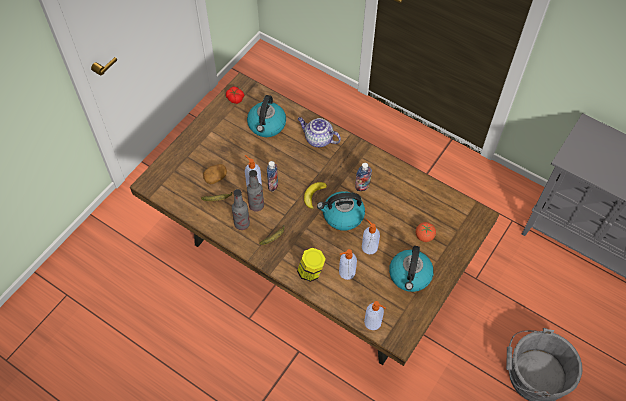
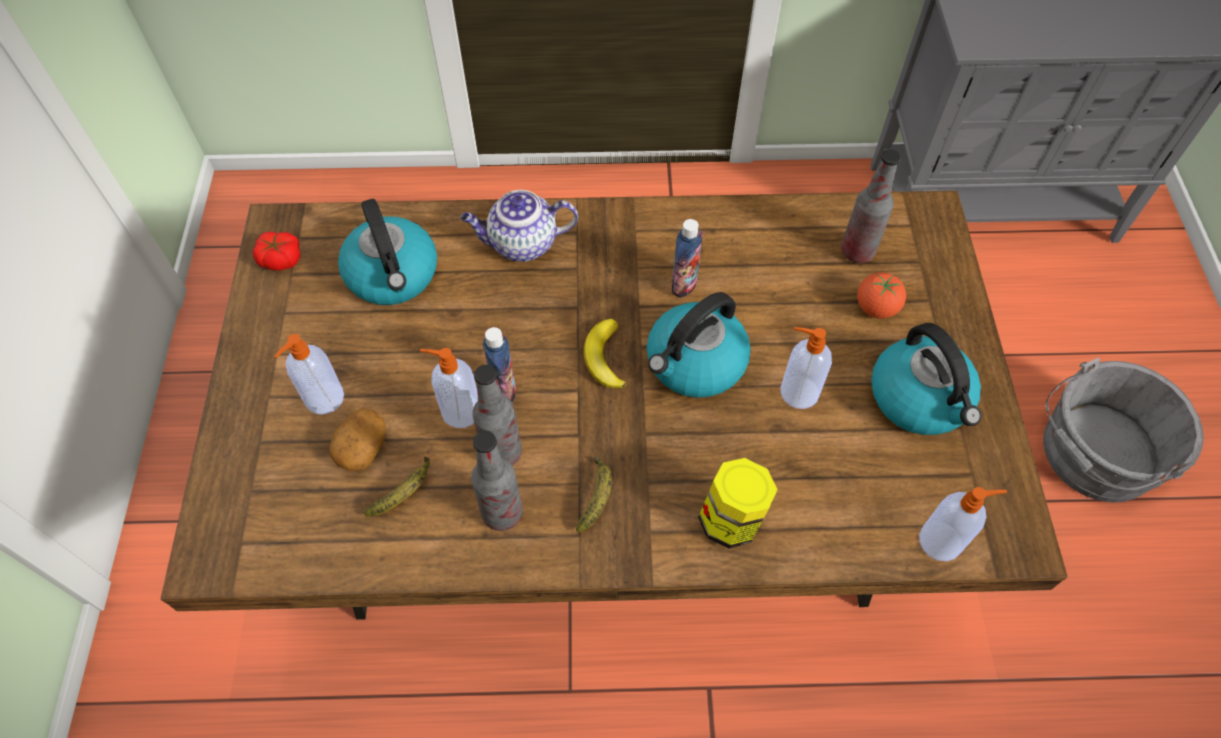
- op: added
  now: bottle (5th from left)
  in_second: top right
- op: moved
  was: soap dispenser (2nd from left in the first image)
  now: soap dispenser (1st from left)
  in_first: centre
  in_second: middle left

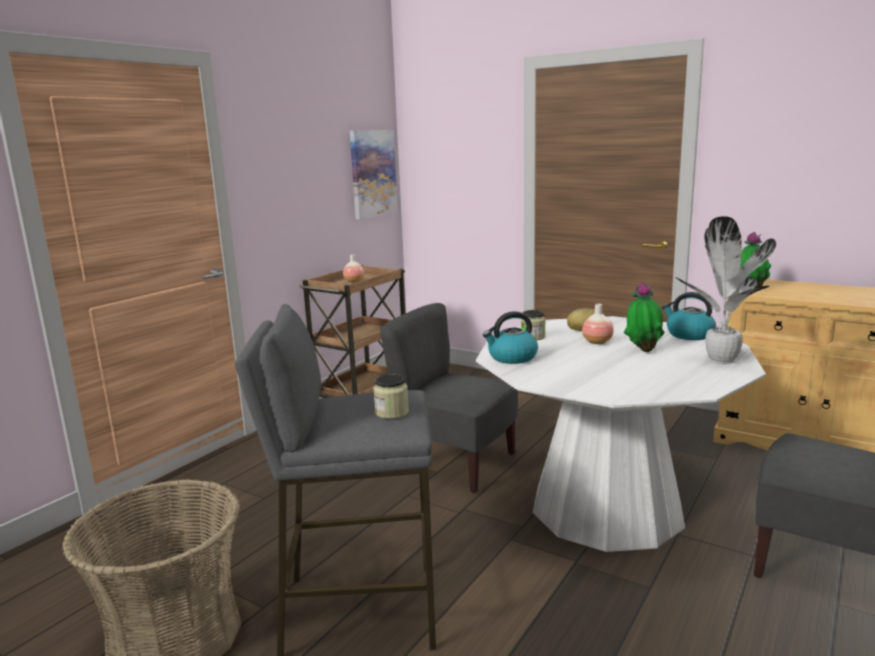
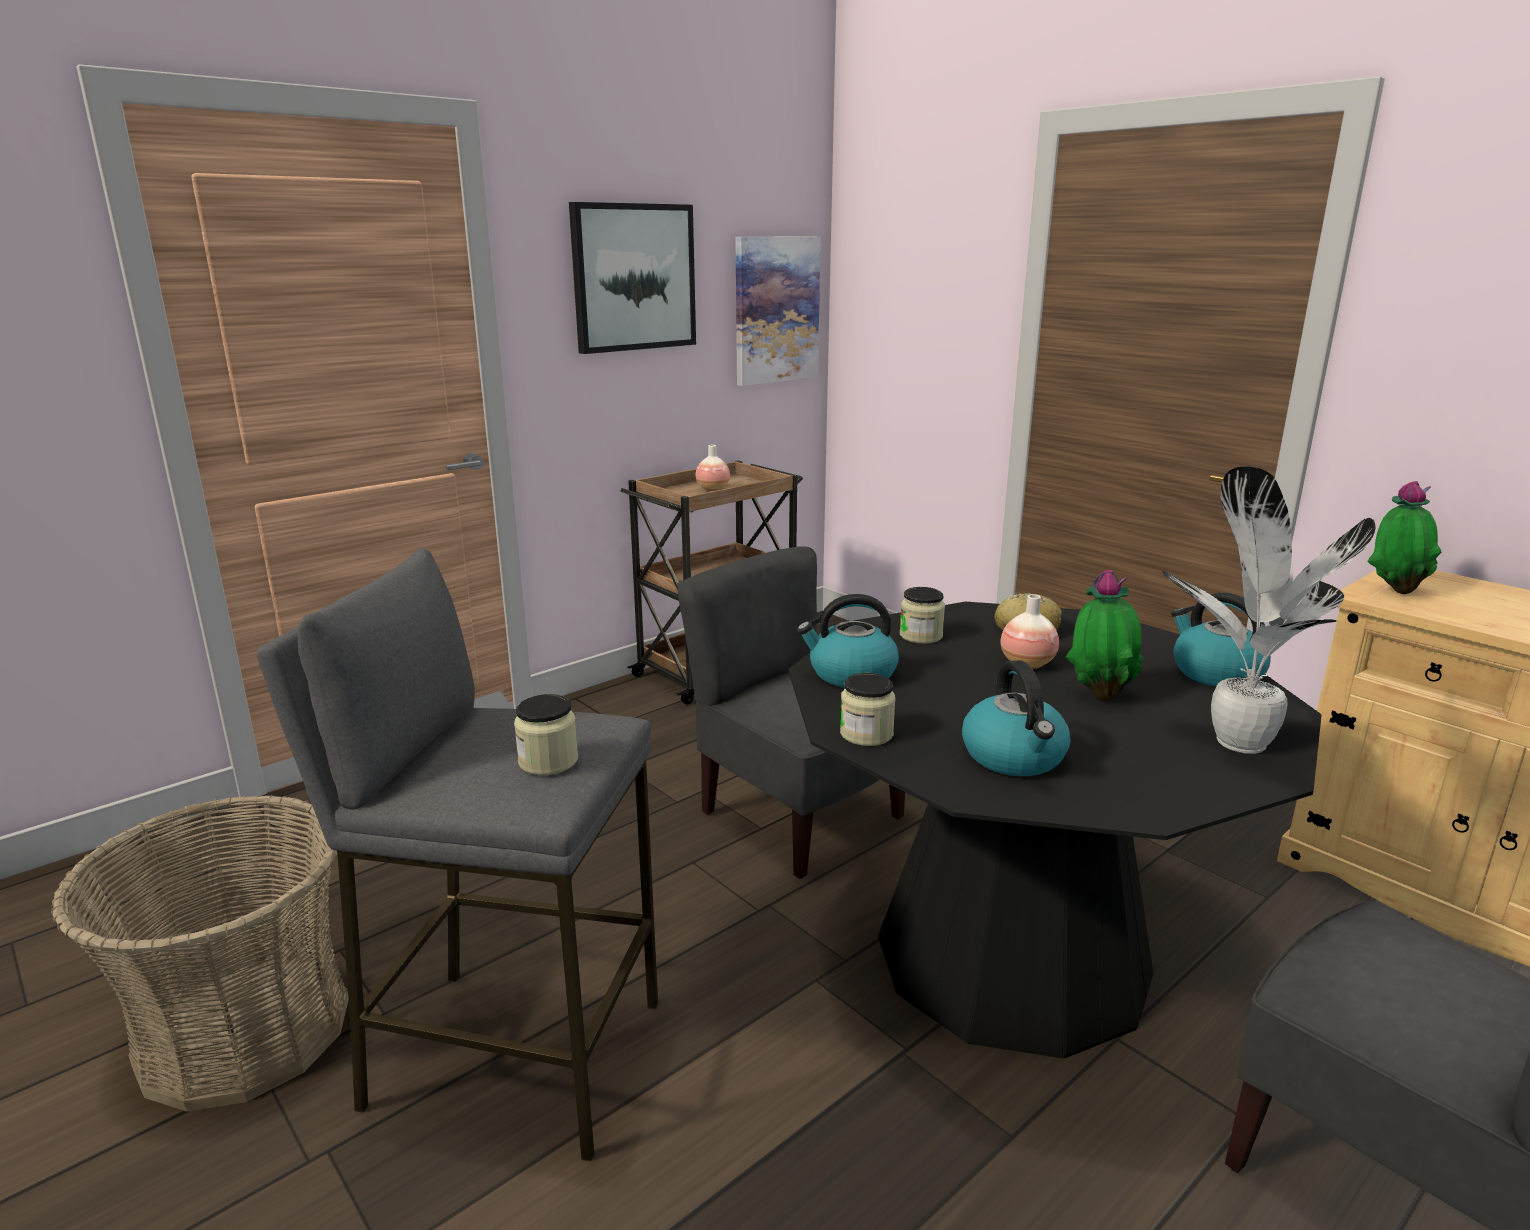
- op: added
  now: picture (1st from left)
  in_second: top centre
- op: added
  now: jar (2nd from left)
  in_second: centre
- op: added
  now: kettle (2nd from left)
  in_second: centre
- op: recoloured
  was: white dining table
  now: black dining table
  in_first: middle right
  in_second: bottom right

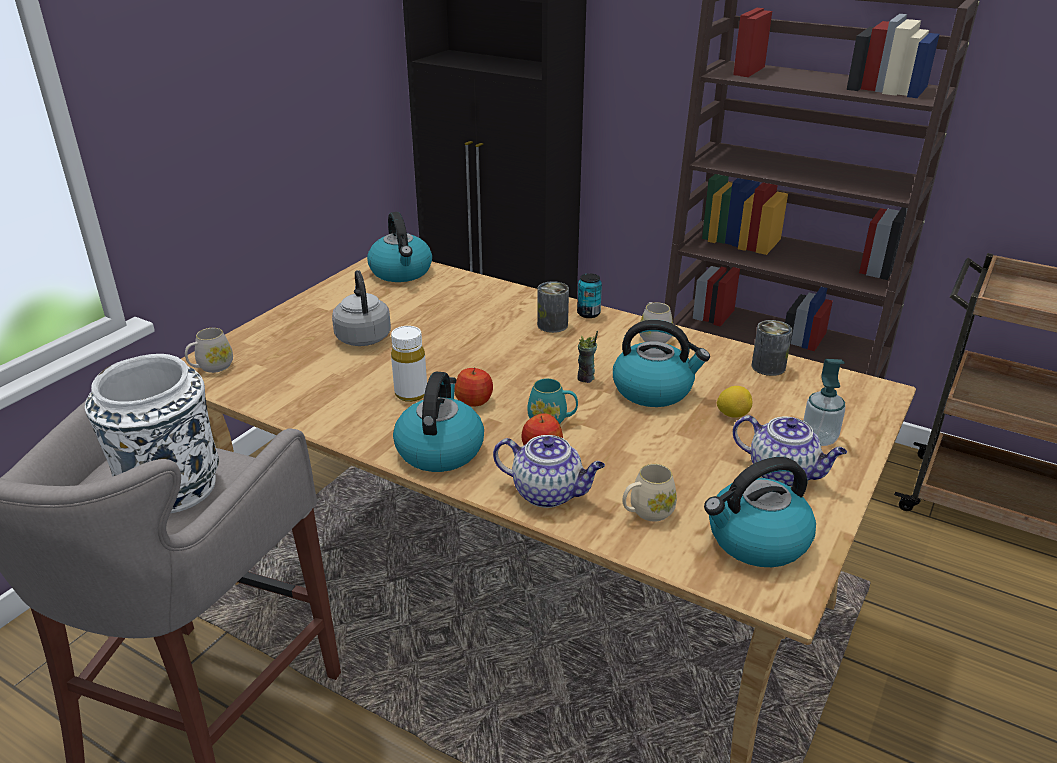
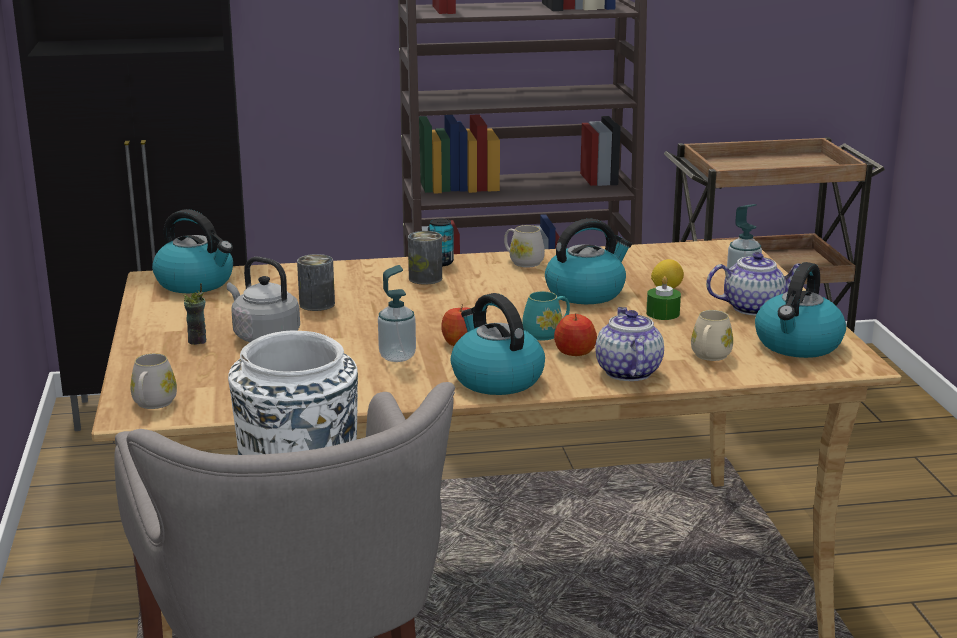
- op: added
  now: green candle
  in_second: middle right
- op: moved
  was: cup
  in_first: centre
  in_second: middle left
- op: moved
  was: can (3rd from left in the first image)
  now: can (1st from left)
  in_first: middle right
  in_second: middle left
- op: replaced
  was: white bottle
  now: soap dispenser (1st from left)
  in_first: centre
  in_second: centre
- op: turned
  was: teapot (1st from left)
  in_first: centre
  in_second: centre
  clockwise: -75

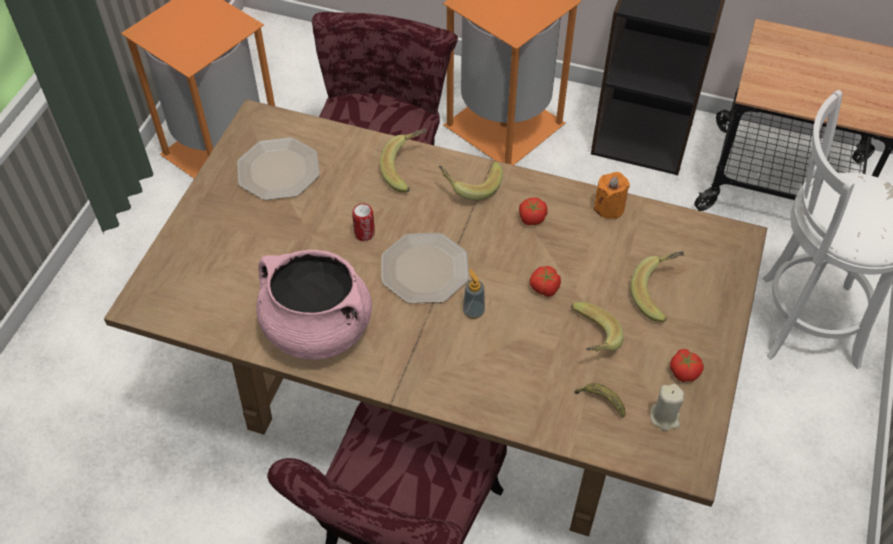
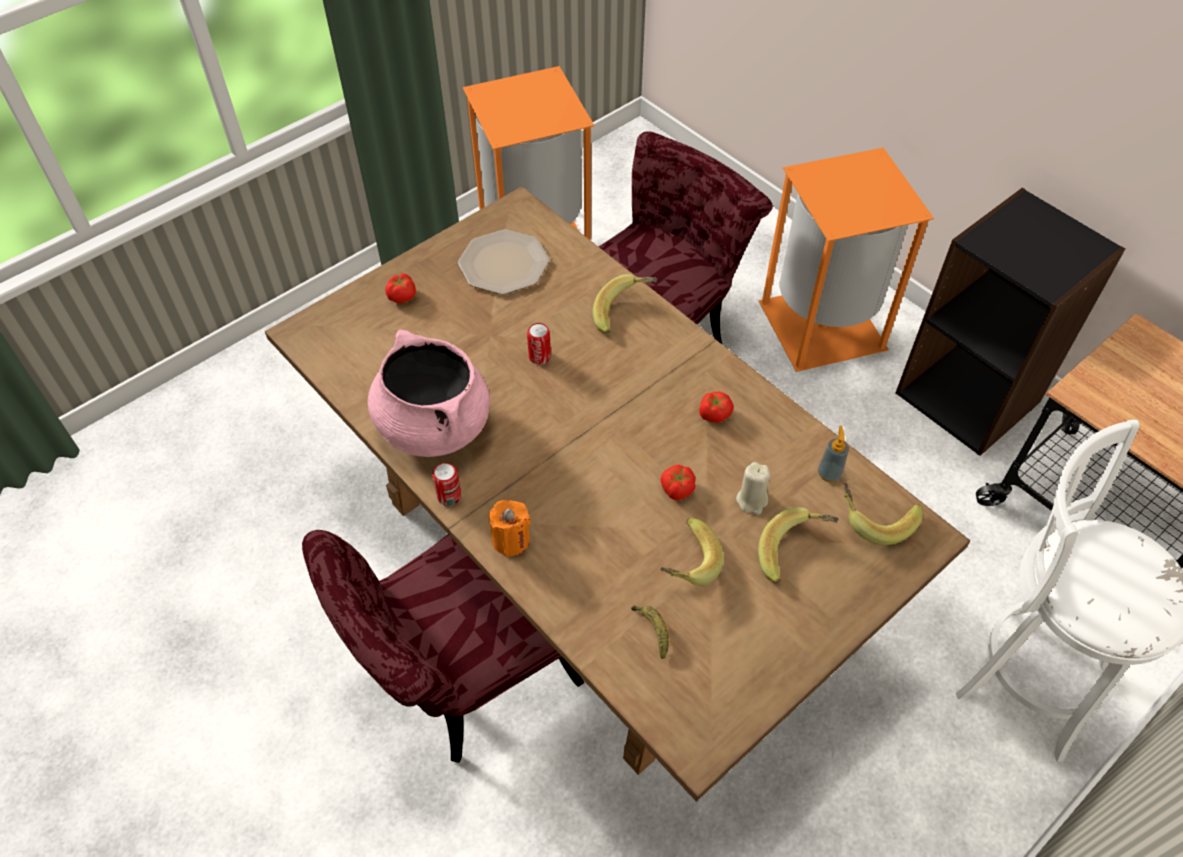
- op: removed
  was: plate (2nd from left)
  in_first: centre
- op: added
  now: can (1st from left)
  in_second: centre
- op: moved
  was: banana (2nd from left in the first image)
  now: banana (5th from left)
  in_first: top centre
  in_second: middle right
- op: moved
  was: soap dispenser
  in_first: centre
  in_second: middle right
- op: moved
  was: orange candle
  in_first: middle right
  in_second: centre
- op: moved
  was: beige candle
  in_first: bottom right
  in_second: centre
- op: moved
  was: tomato (3rd from left in the first image)
  now: tomato (1st from left)
  in_first: bottom right
  in_second: centre

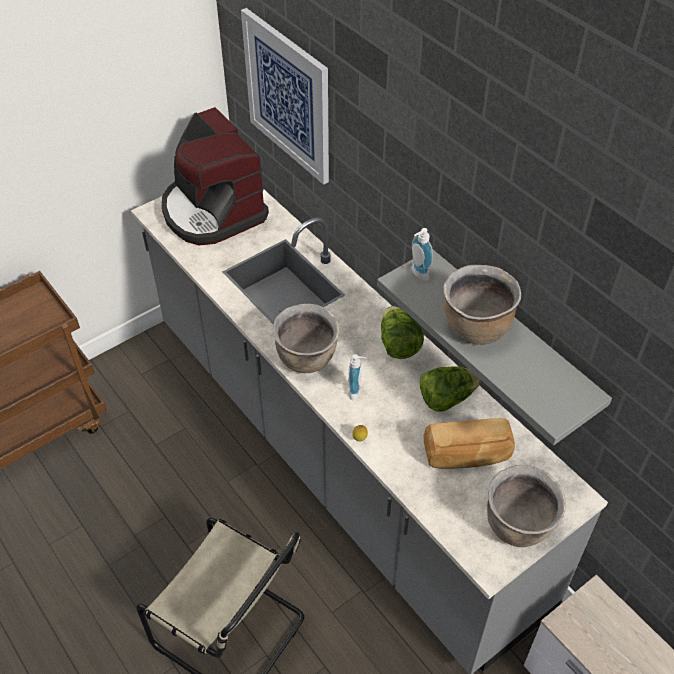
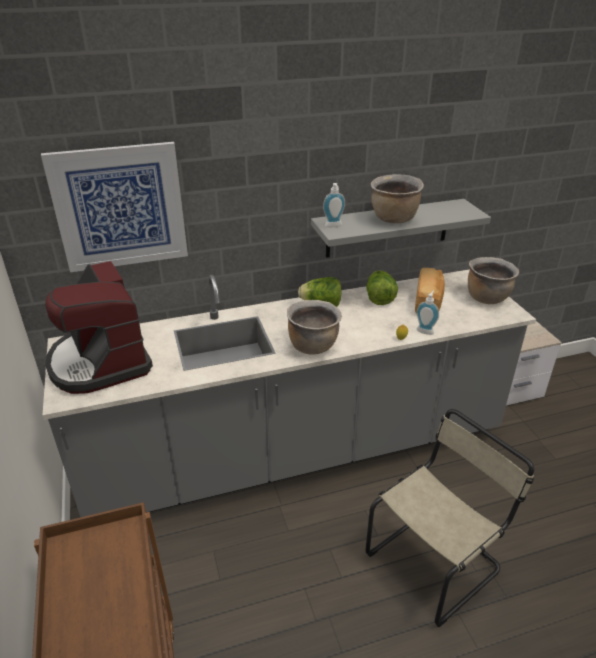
- op: moved
  was: soap dispenser (1st from left in the first image)
  now: soap dispenser (2nd from left)
  in_first: centre
  in_second: middle right
- op: turned
  was: coffee machine
  in_first: top left
  in_second: middle left
  clockwise: 75

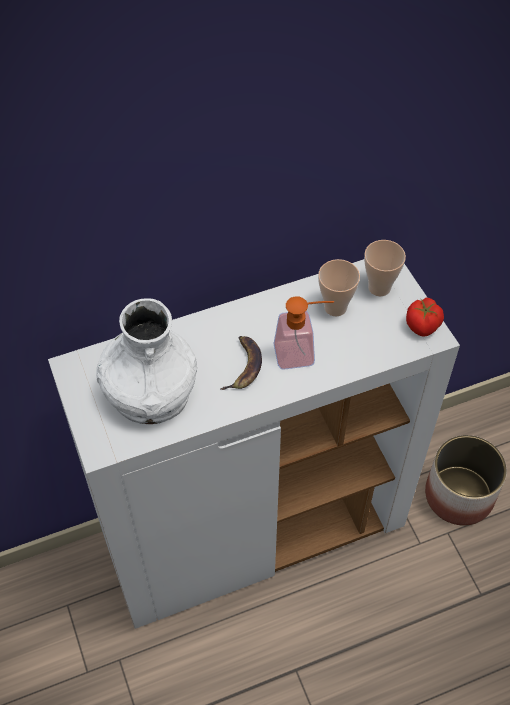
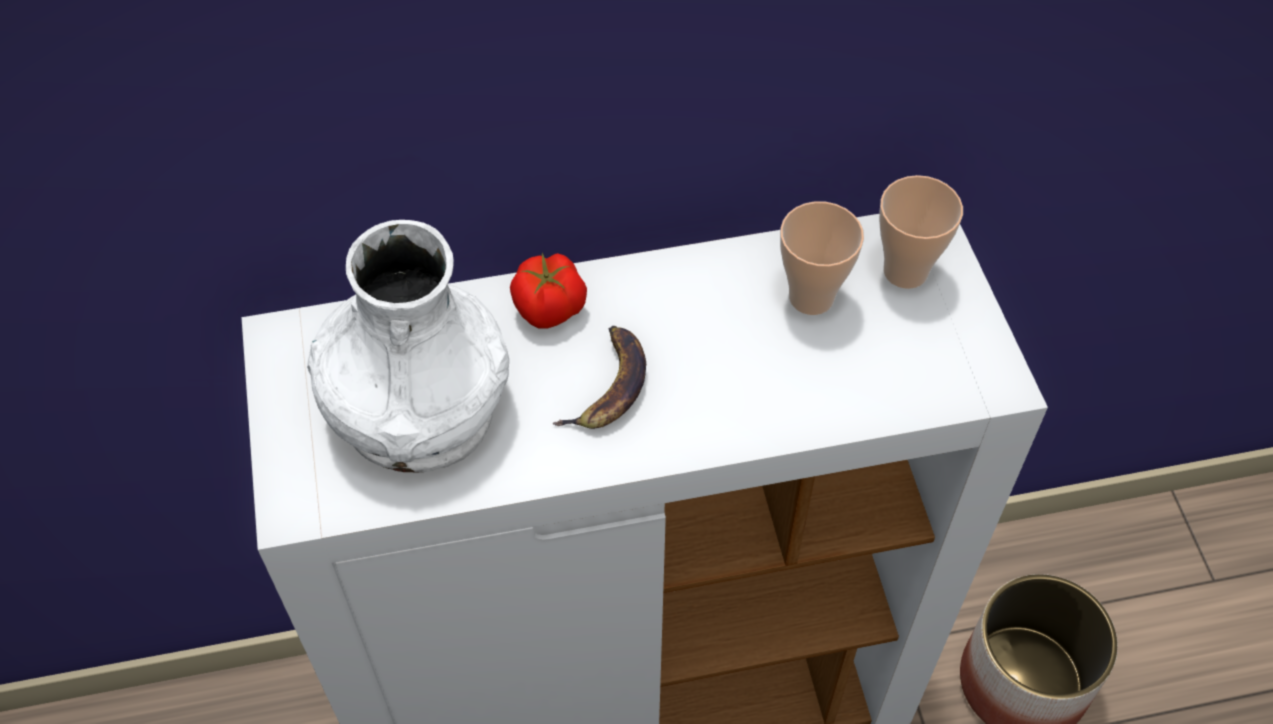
- op: removed
  was: soap dispenser
  in_first: centre
- op: moved
  was: tomato
  in_first: middle right
  in_second: centre

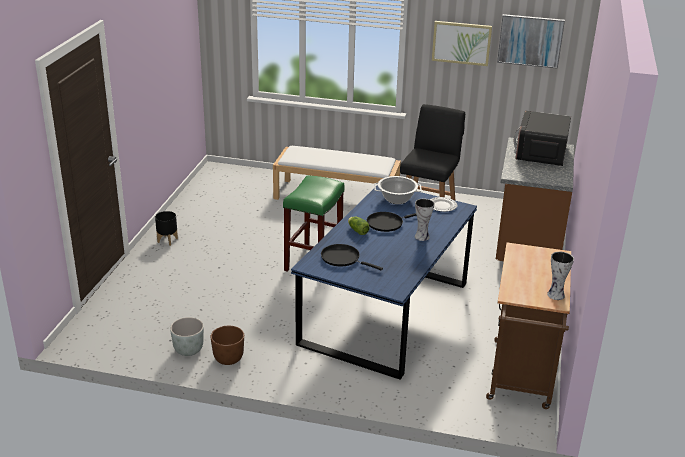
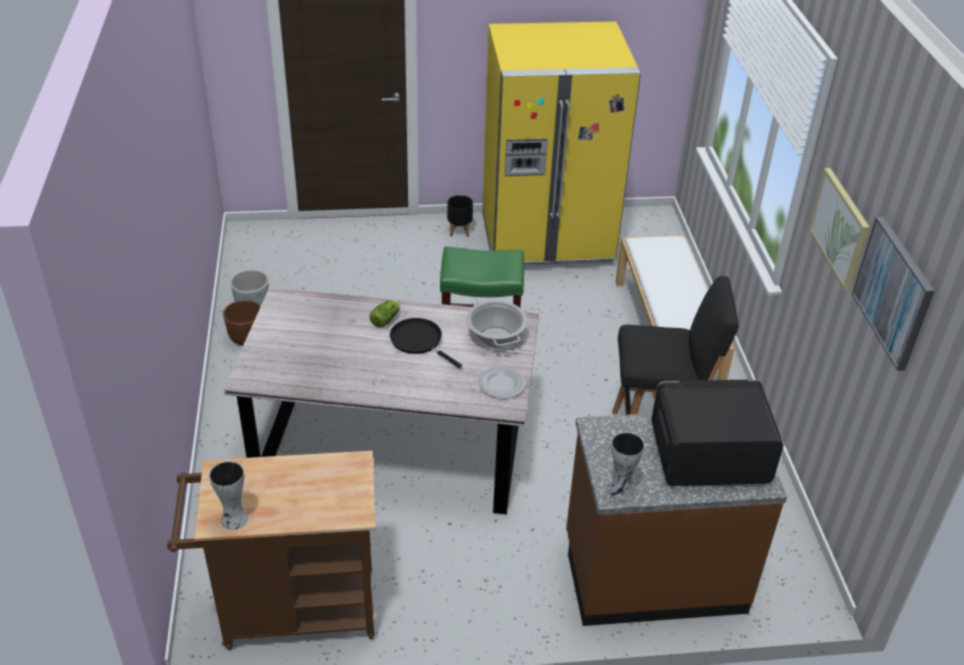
- op: removed
  was: black frying pan (1st from left)
  in_first: centre
- op: added
  now: yellow fridge
  in_second: top centre
- op: moved
  was: vase (1st from left in the first image)
  now: vase (2nd from left)
  in_first: centre
  in_second: bottom centre
- op: recoloured
  was: blue dining table
  now: grey dining table
  in_first: centre
  in_second: centre

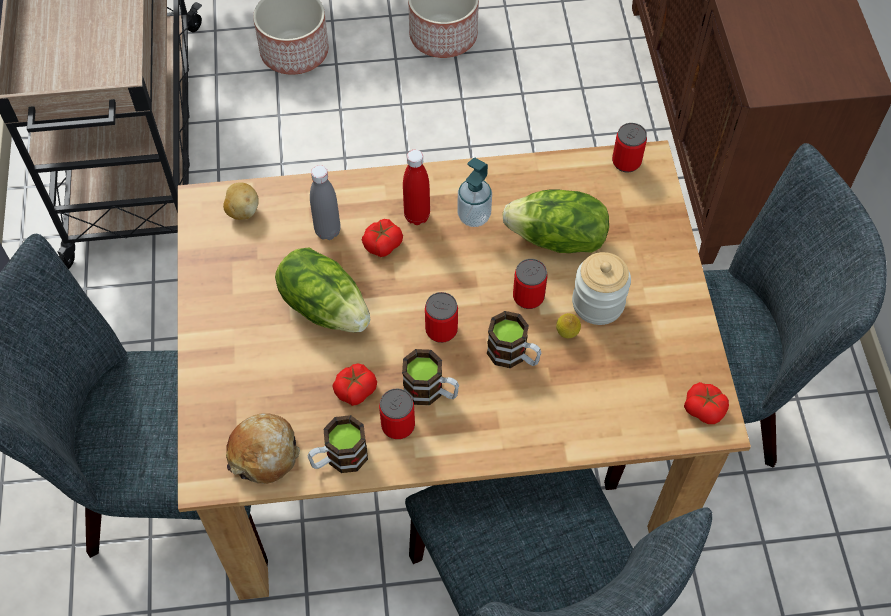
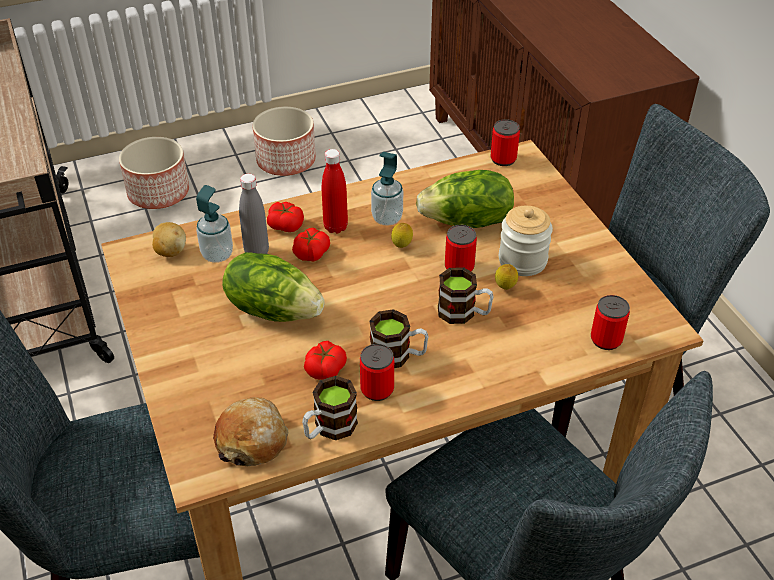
- op: added
  now: soap dispenser (1st from left)
  in_second: middle left
- op: added
  now: lemon (1st from left)
  in_second: centre
- op: moved
  was: can (2nd from left in the first image)
  now: can (4th from left)
  in_first: centre
  in_second: middle right
- op: moved
  was: tomato (3rd from left in the first image)
  now: tomato (1st from left)
  in_first: middle right
  in_second: centre

